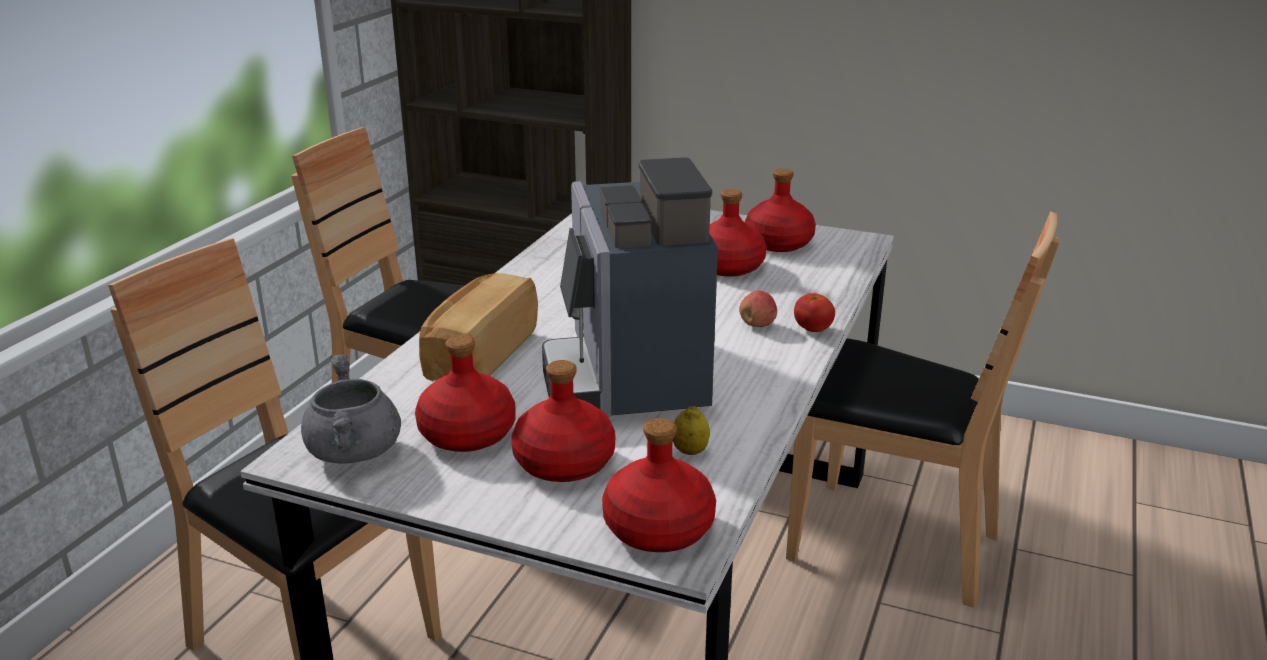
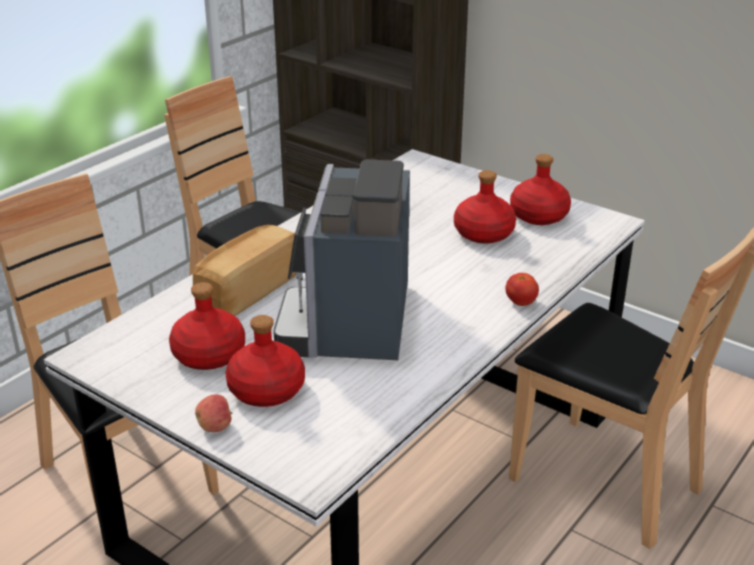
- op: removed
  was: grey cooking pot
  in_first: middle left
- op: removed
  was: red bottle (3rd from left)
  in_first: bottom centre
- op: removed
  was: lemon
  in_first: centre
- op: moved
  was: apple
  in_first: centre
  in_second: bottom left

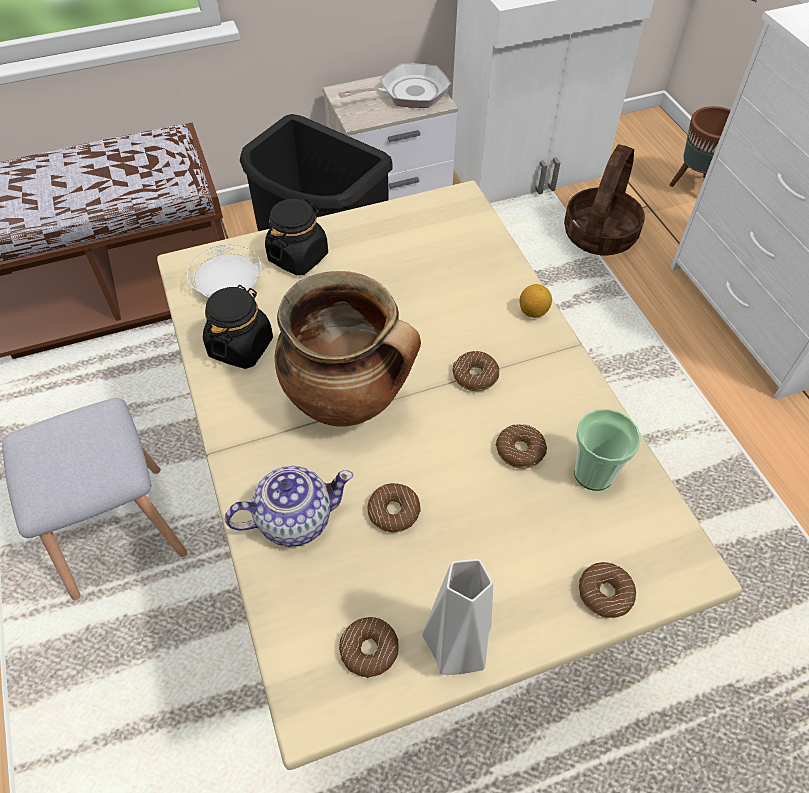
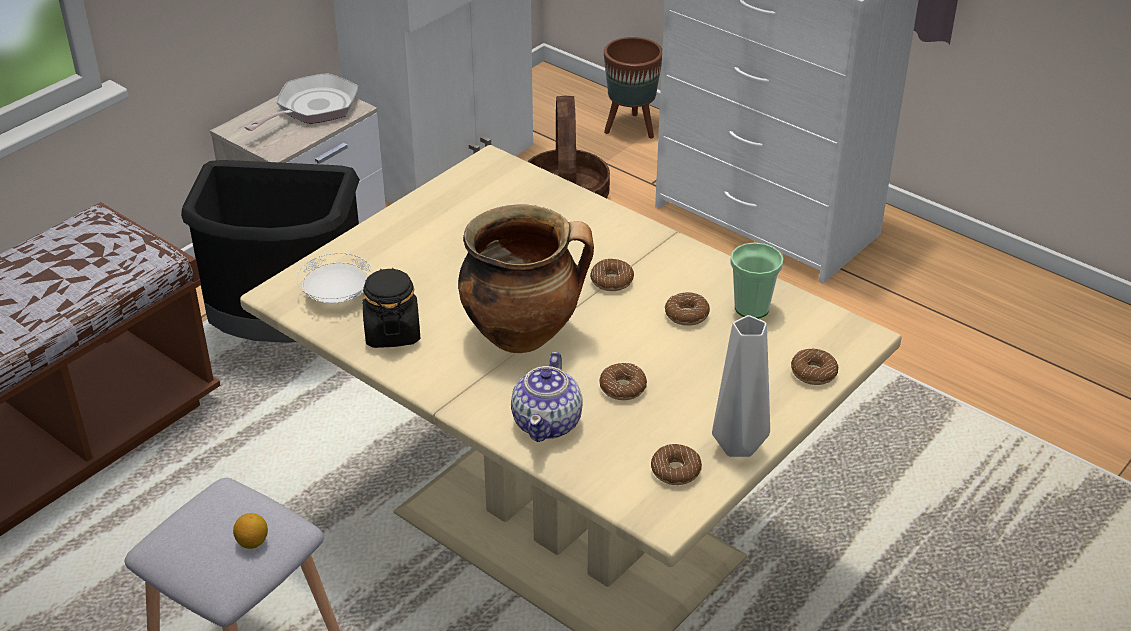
- op: removed
  was: black jar (2nd from left)
  in_first: top centre
- op: moved
  was: lemon
  in_first: centre
  in_second: bottom left
- op: turned
  was: teapot
  in_first: centre
  in_second: centre
  clockwise: 150

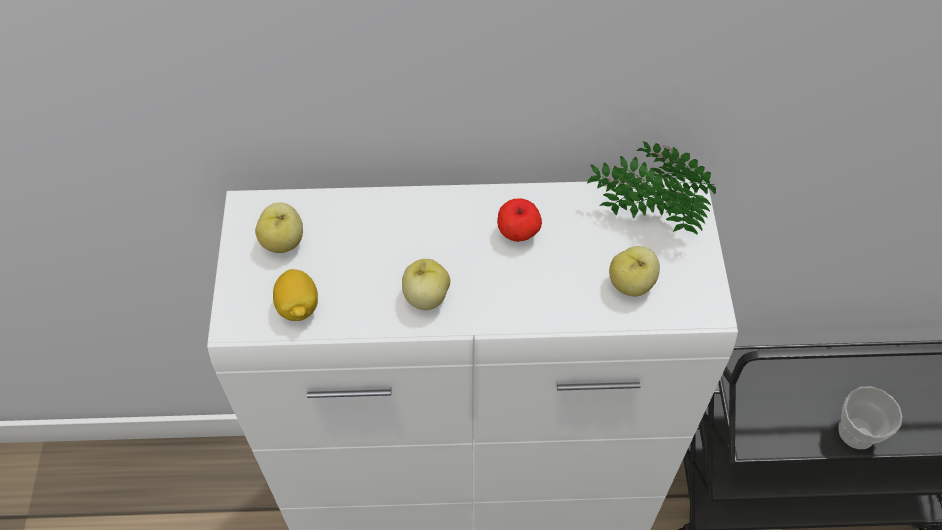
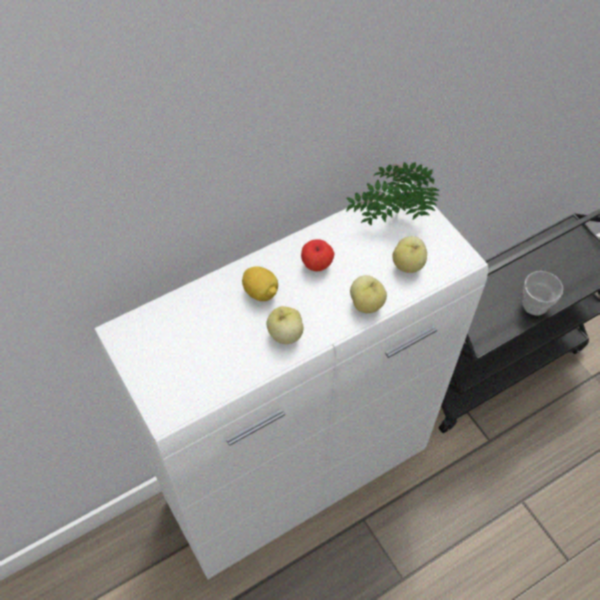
- op: moved
  was: apple (1st from left in the first image)
  now: apple (3rd from left)
  in_first: middle left
  in_second: centre
- op: moved
  was: lemon
  in_first: middle left
  in_second: centre

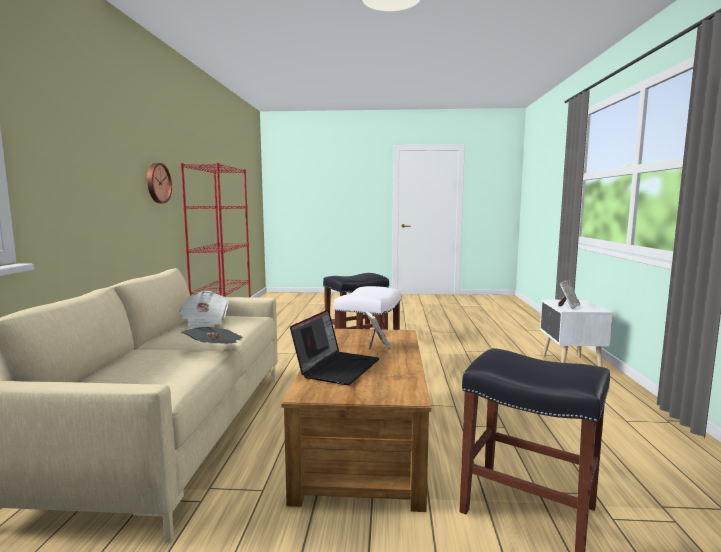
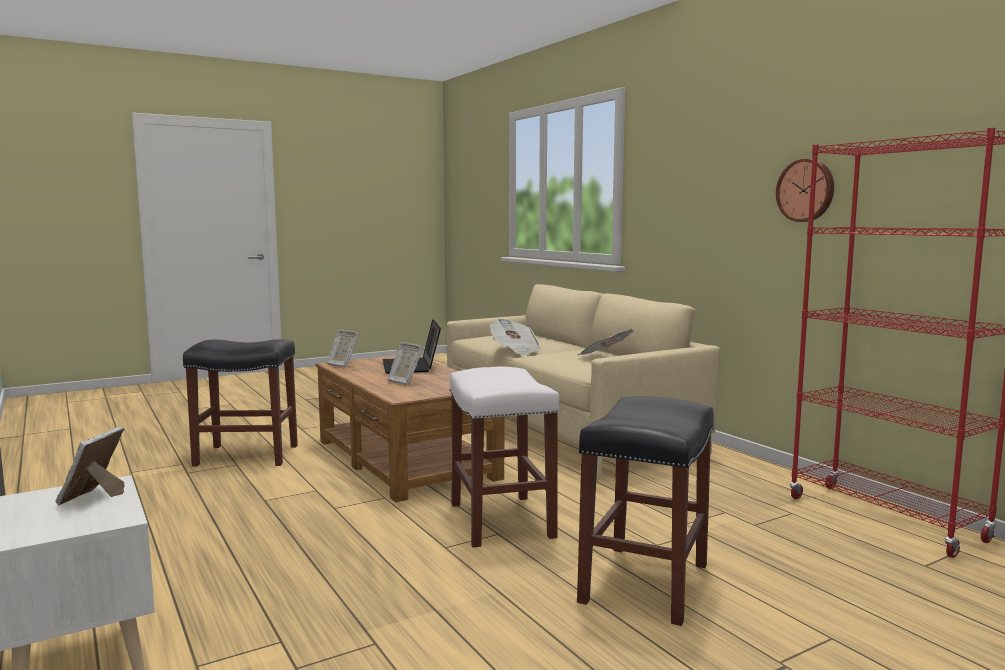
- op: added
  now: picture frame (2nd from left)
  in_second: centre

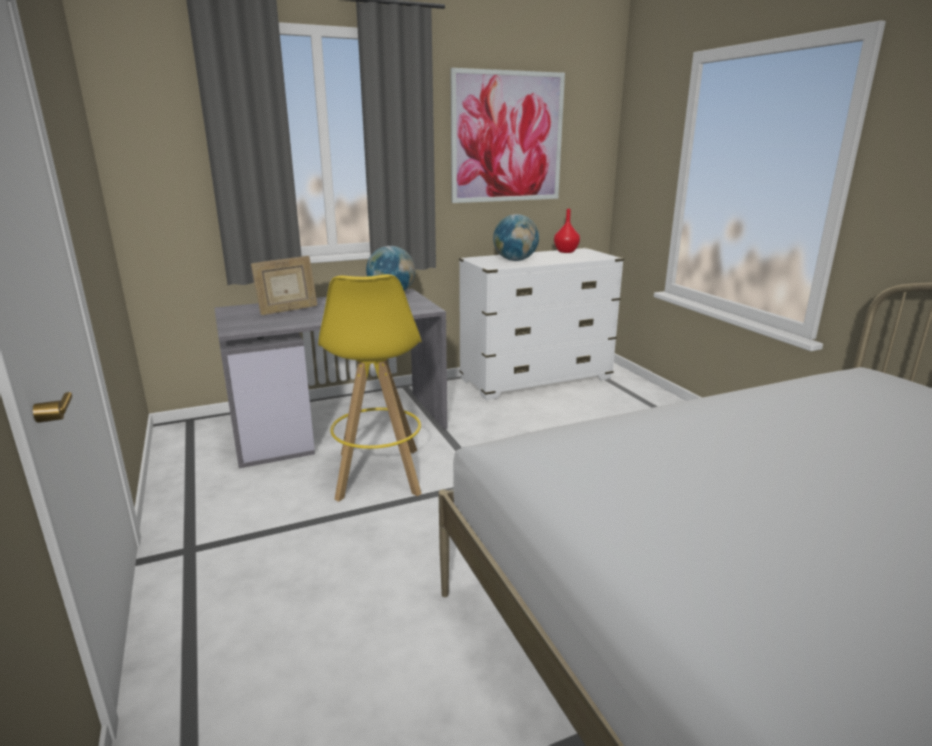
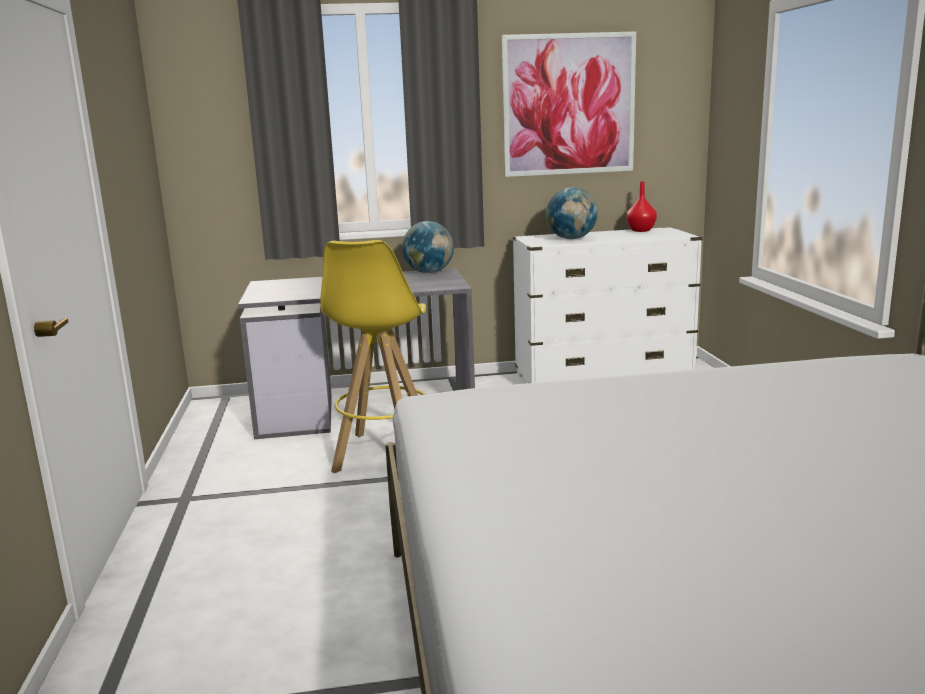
- op: removed
  was: picture frame
  in_first: middle left

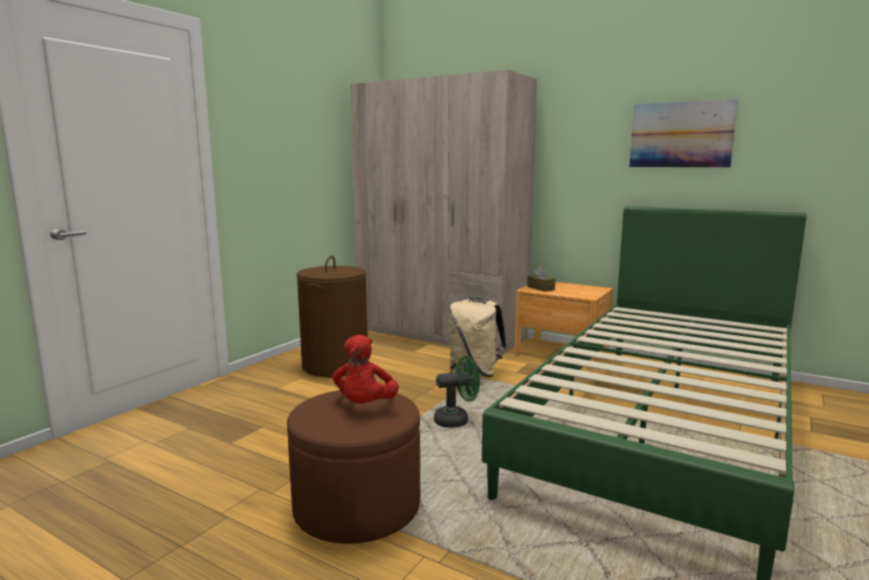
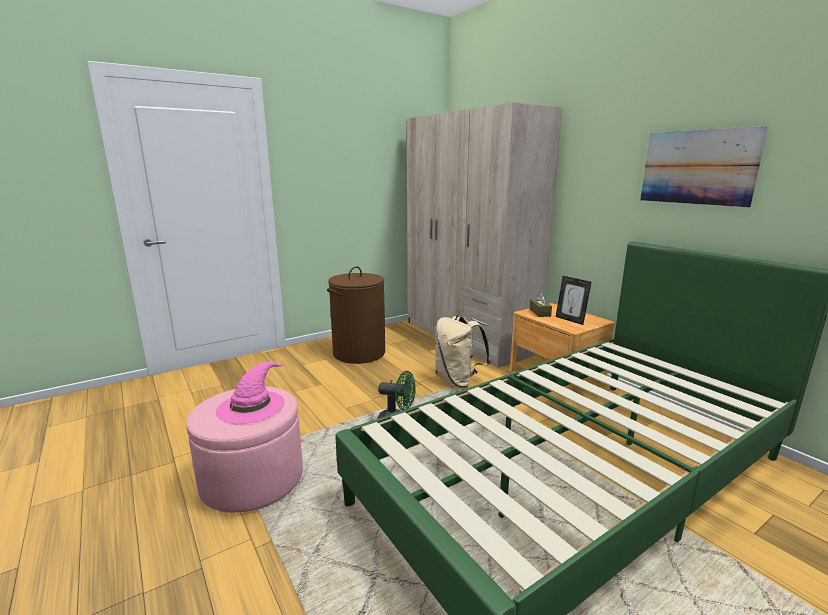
- op: added
  now: picture frame
  in_second: middle right
- op: replaced
  was: red plush toy
  now: pink hat
  in_first: centre
  in_second: middle left
- op: recoloured
  was: brown ottoman
  now: pink ottoman
  in_first: bottom centre
  in_second: bottom left

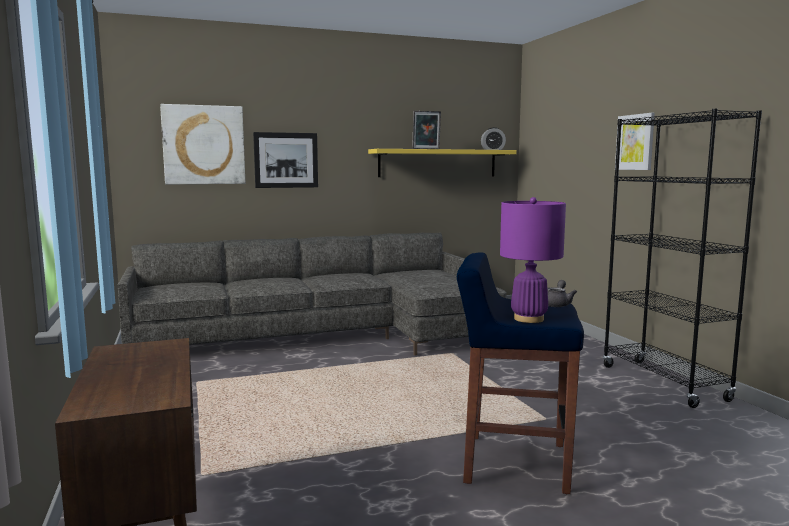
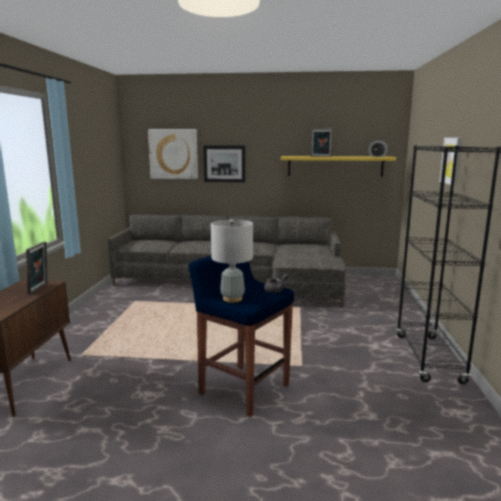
- op: added
  now: picture frame (1st from left)
  in_second: middle left
- op: recoloured
  was: purple table lamp
  now: grey table lamp
  in_first: middle right
  in_second: centre

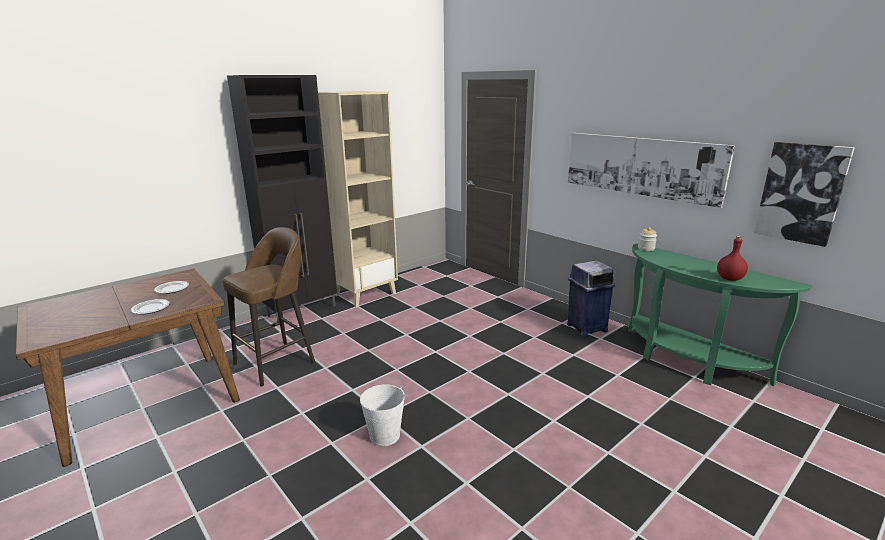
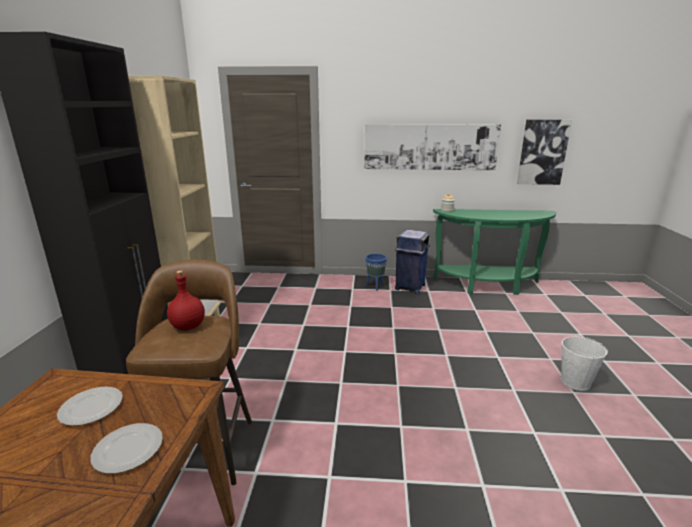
- op: added
  now: blue planter
  in_second: centre
- op: moved
  was: white bucket
  in_first: bottom centre
  in_second: bottom right
- op: moved
  was: red bottle
  in_first: middle right
  in_second: middle left

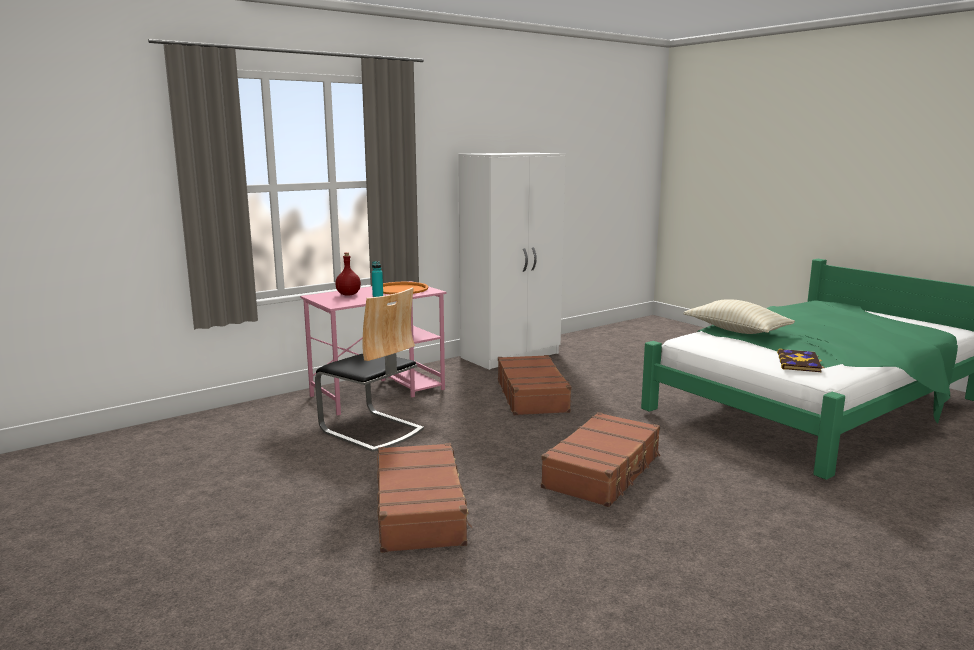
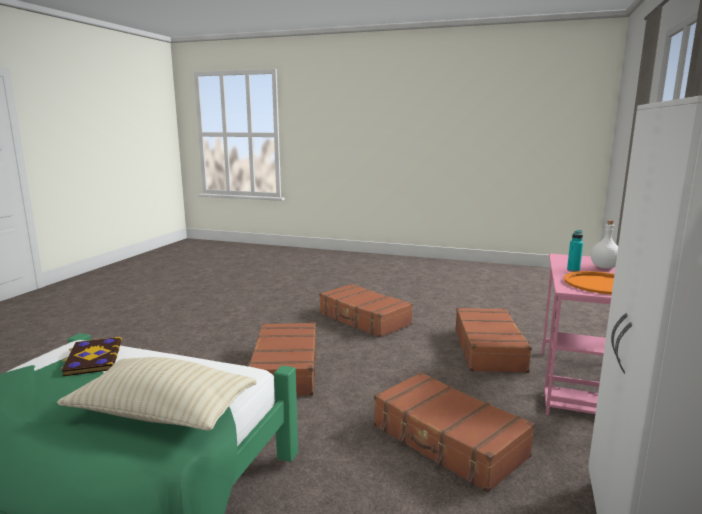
- op: replaced
  was: chair
  now: brown suitcase (4th from left)
  in_first: centre
  in_second: middle right
- op: recoloured
  was: red bottle
  now: white bottle
  in_first: centre
  in_second: middle right

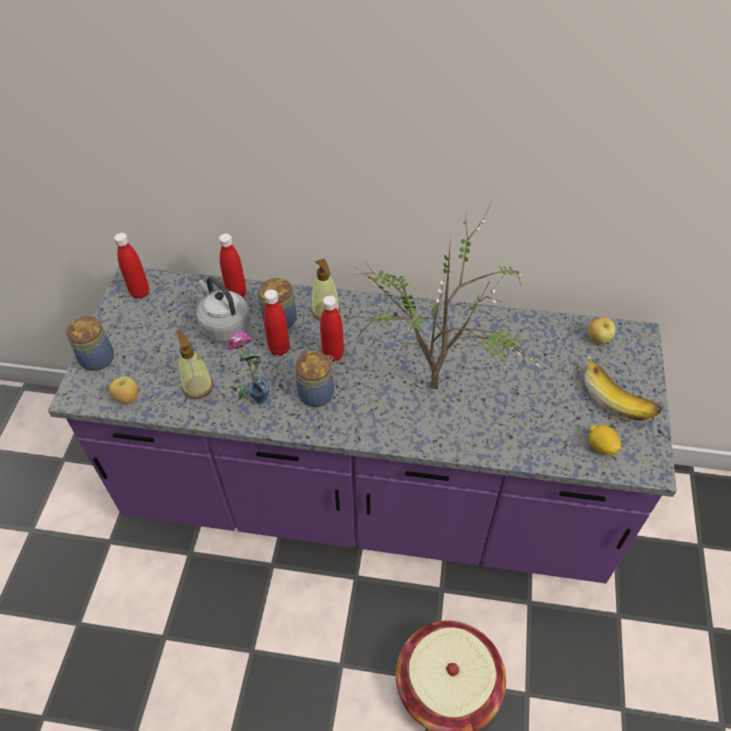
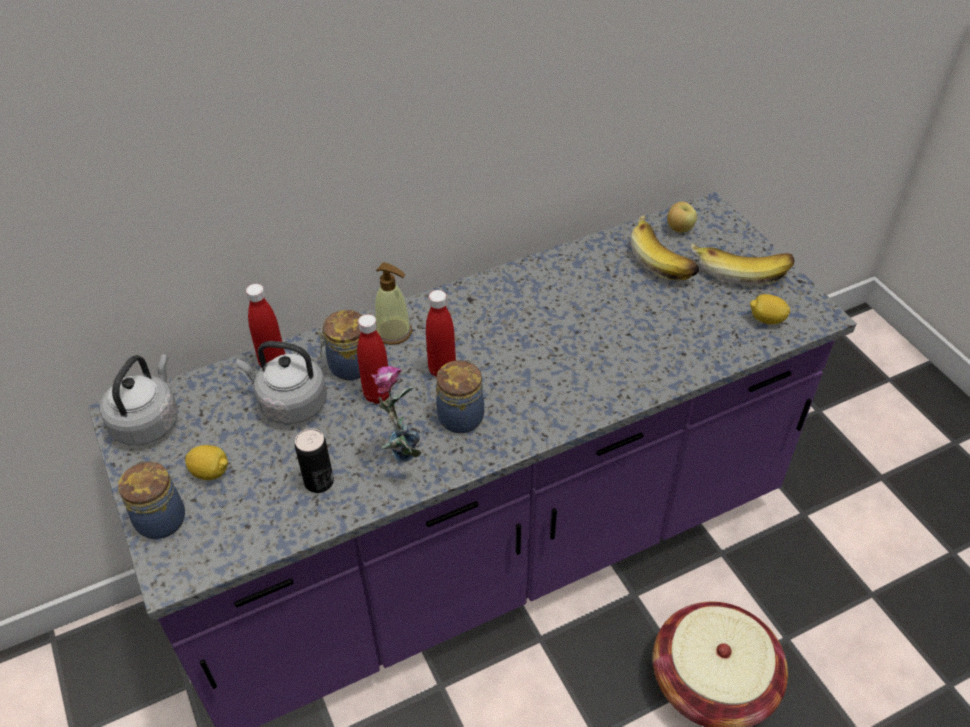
- op: removed
  was: apple (1st from left)
  in_first: middle left
- op: removed
  was: potted plant
  in_first: centre
- op: added
  now: lemon (1st from left)
  in_second: middle left
- op: added
  now: banana (1st from left)
  in_second: middle right
- op: replaced
  was: red bottle (1st from left)
  now: grey kettle (1st from left)
  in_first: middle left
  in_second: middle left
- op: replaced
  was: soap dispenser (1st from left)
  now: can
  in_first: middle left
  in_second: middle left

